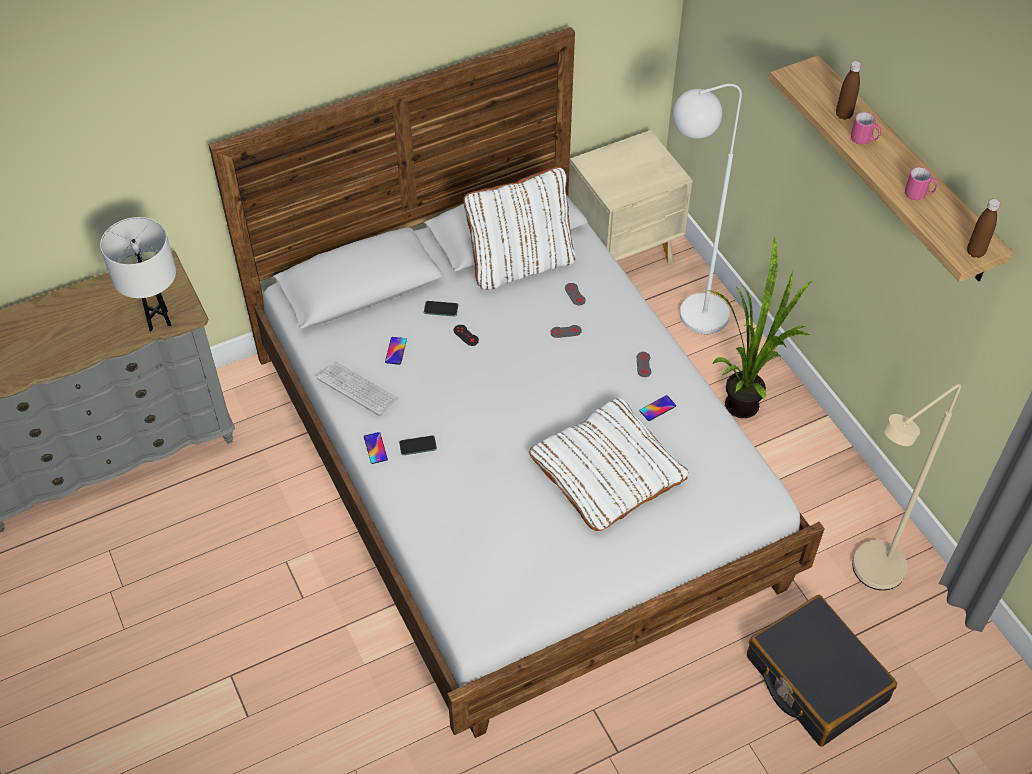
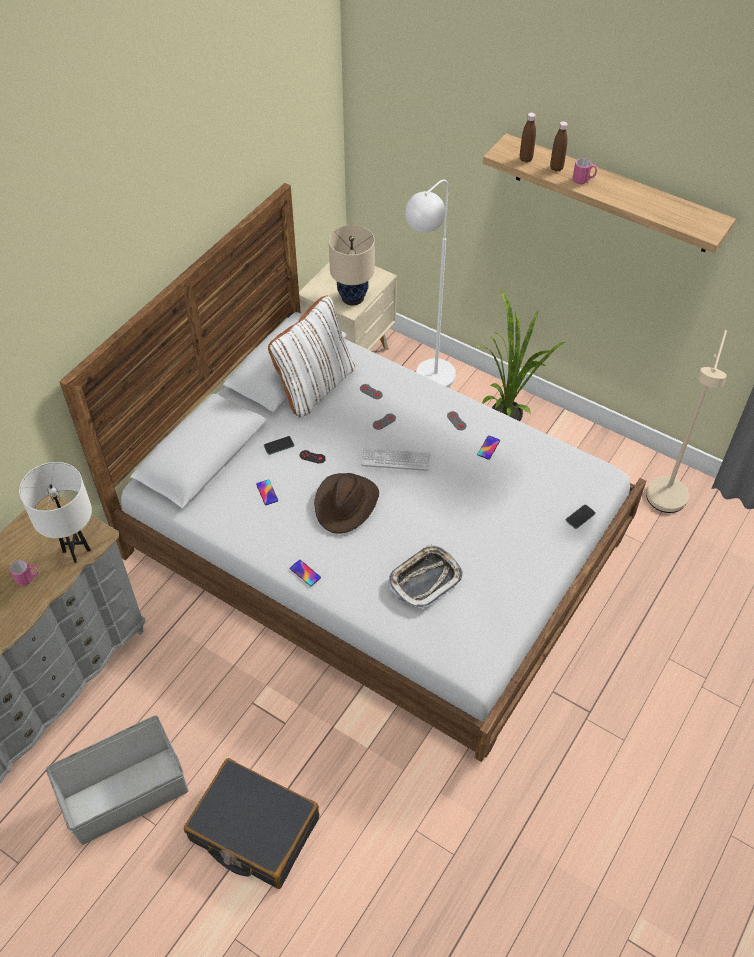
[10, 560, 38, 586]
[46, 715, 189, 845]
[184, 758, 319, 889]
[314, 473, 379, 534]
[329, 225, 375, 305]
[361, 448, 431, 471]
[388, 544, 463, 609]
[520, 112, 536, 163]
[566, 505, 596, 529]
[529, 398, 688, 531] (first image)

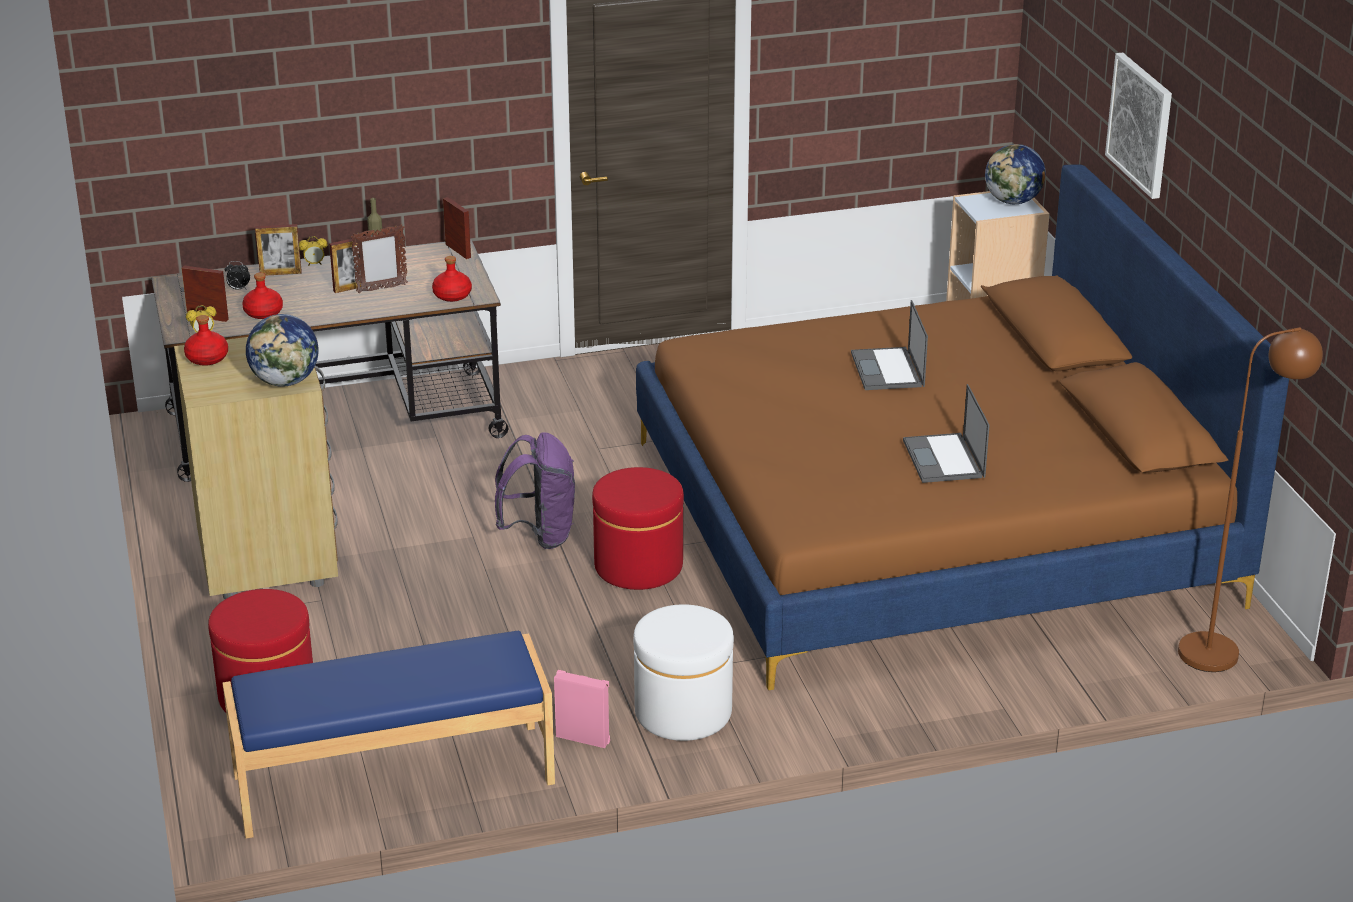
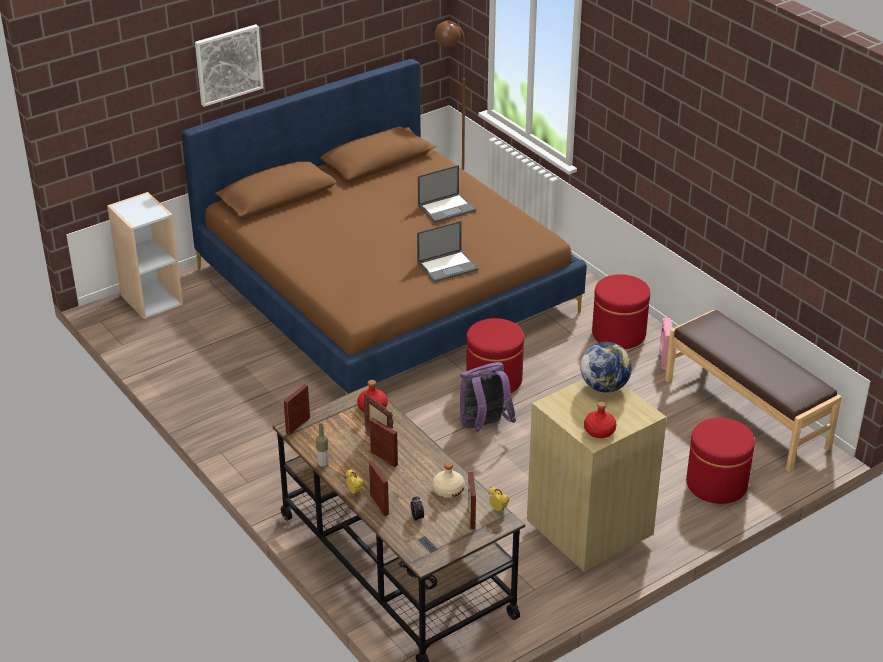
[417, 221, 479, 283]
[432, 462, 465, 498]
[592, 274, 650, 349]
[665, 310, 842, 472]
[985, 144, 1046, 204] (first image)

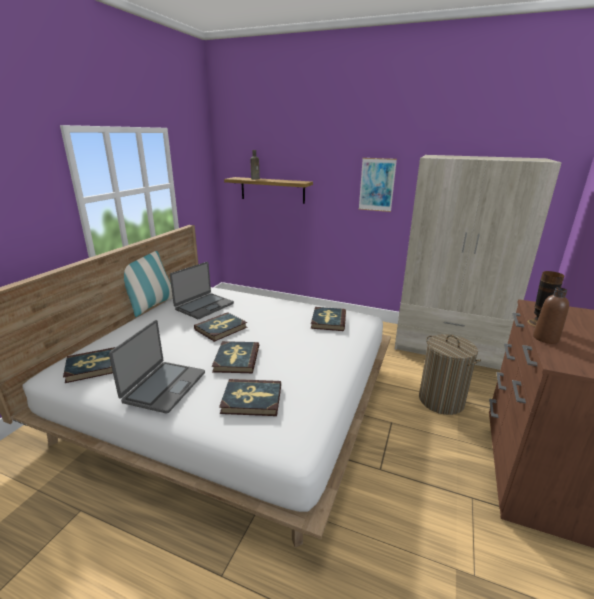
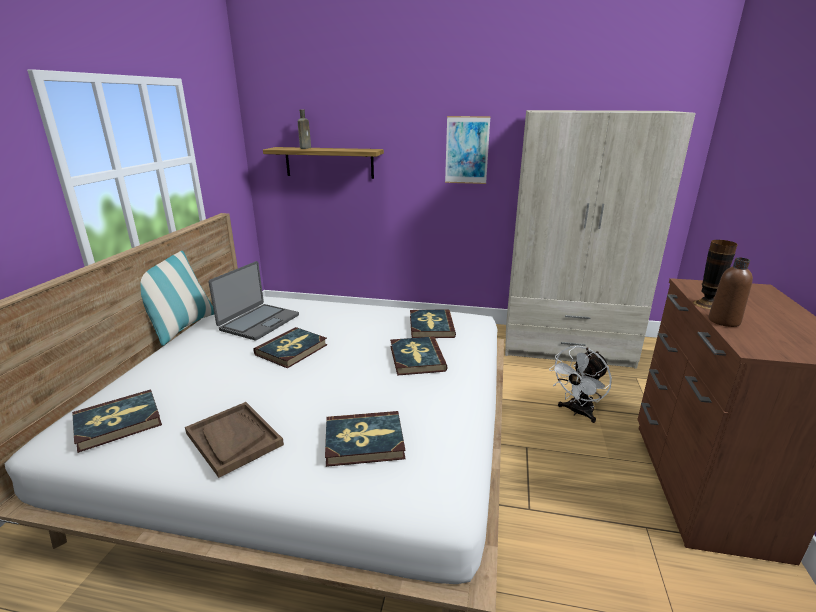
[185, 402, 284, 478]
[390, 337, 448, 376]
[549, 346, 612, 423]

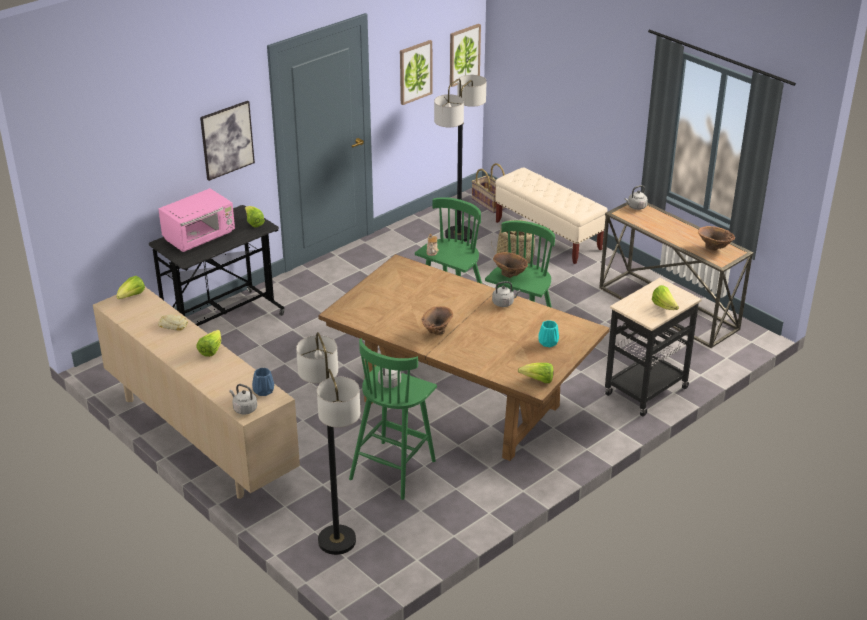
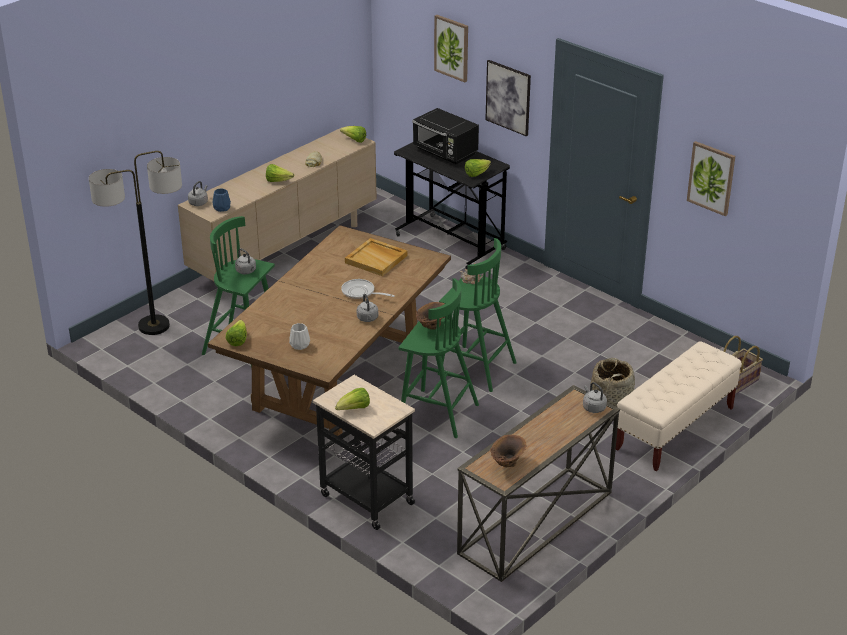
[289, 323, 310, 350]
[341, 279, 395, 299]
[345, 238, 407, 276]
[412, 108, 479, 164]
[434, 15, 468, 82]
[421, 306, 453, 335] (first image)
[434, 75, 486, 242] (first image)

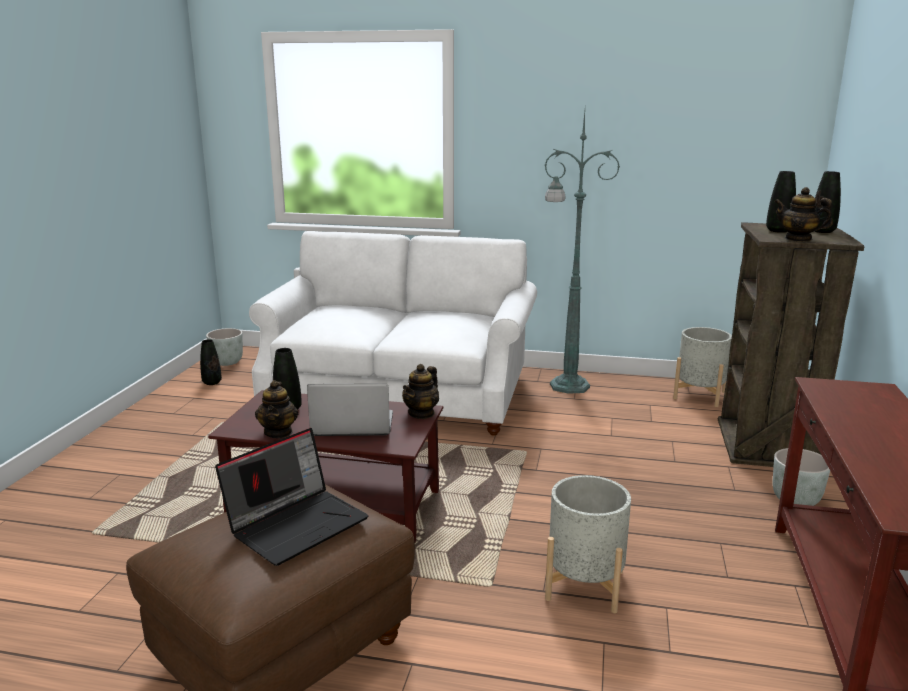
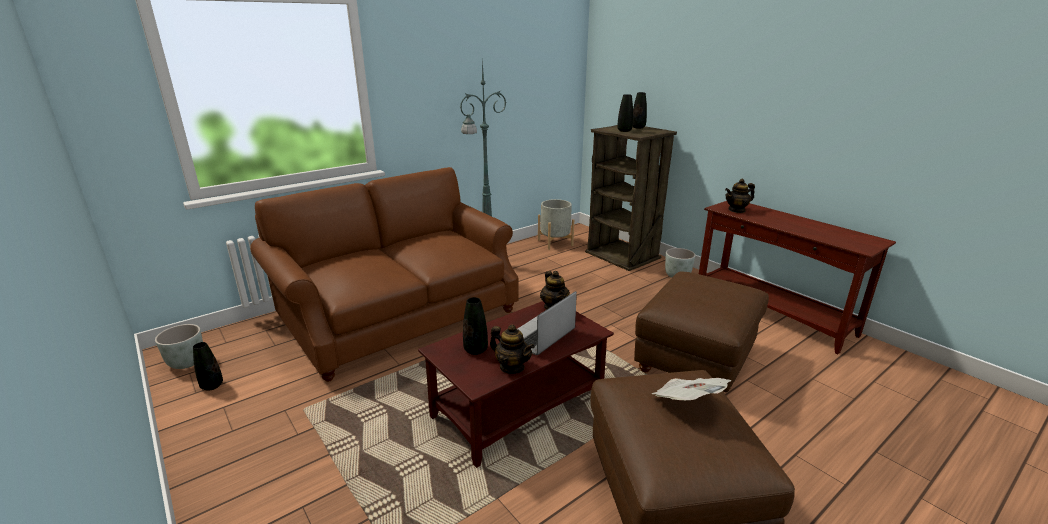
[250, 167, 519, 382]
[634, 271, 769, 392]
[652, 378, 732, 400]
[725, 178, 755, 213]

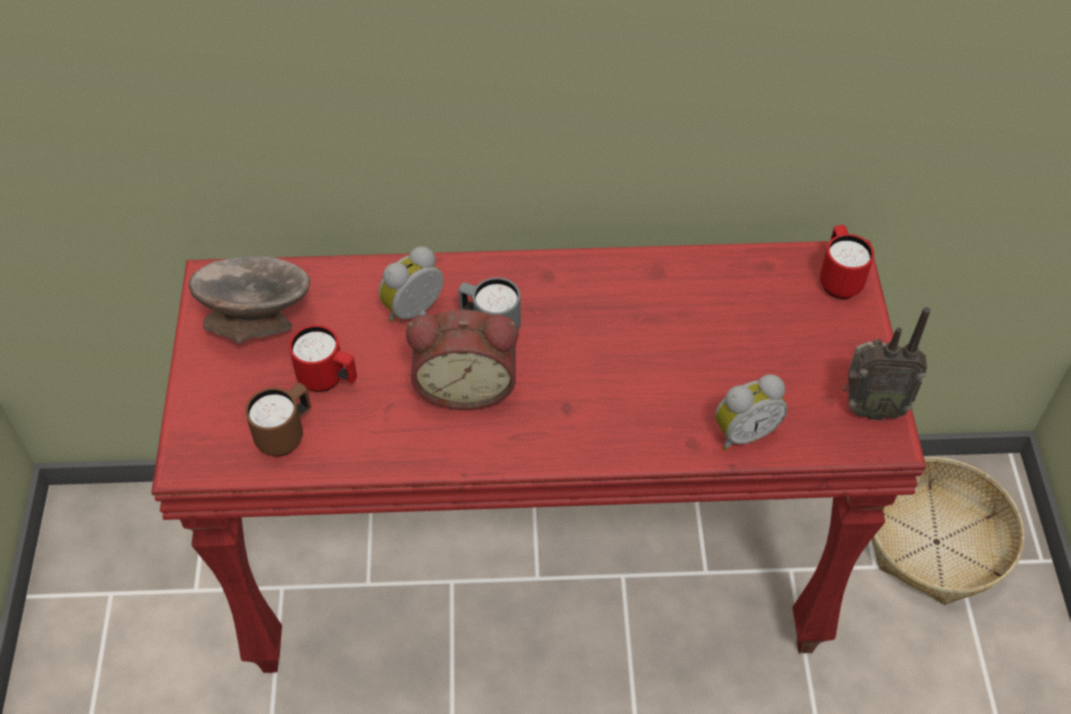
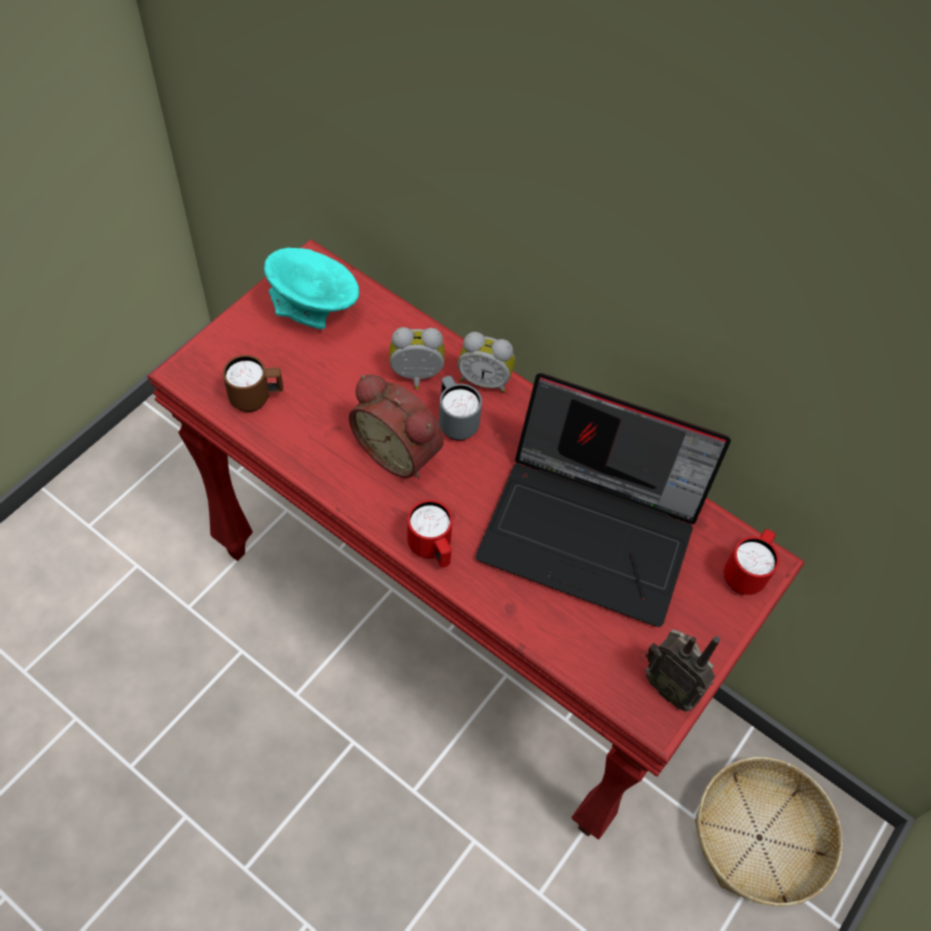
[264, 247, 359, 329]
[407, 500, 453, 568]
[457, 332, 515, 393]
[476, 373, 731, 627]

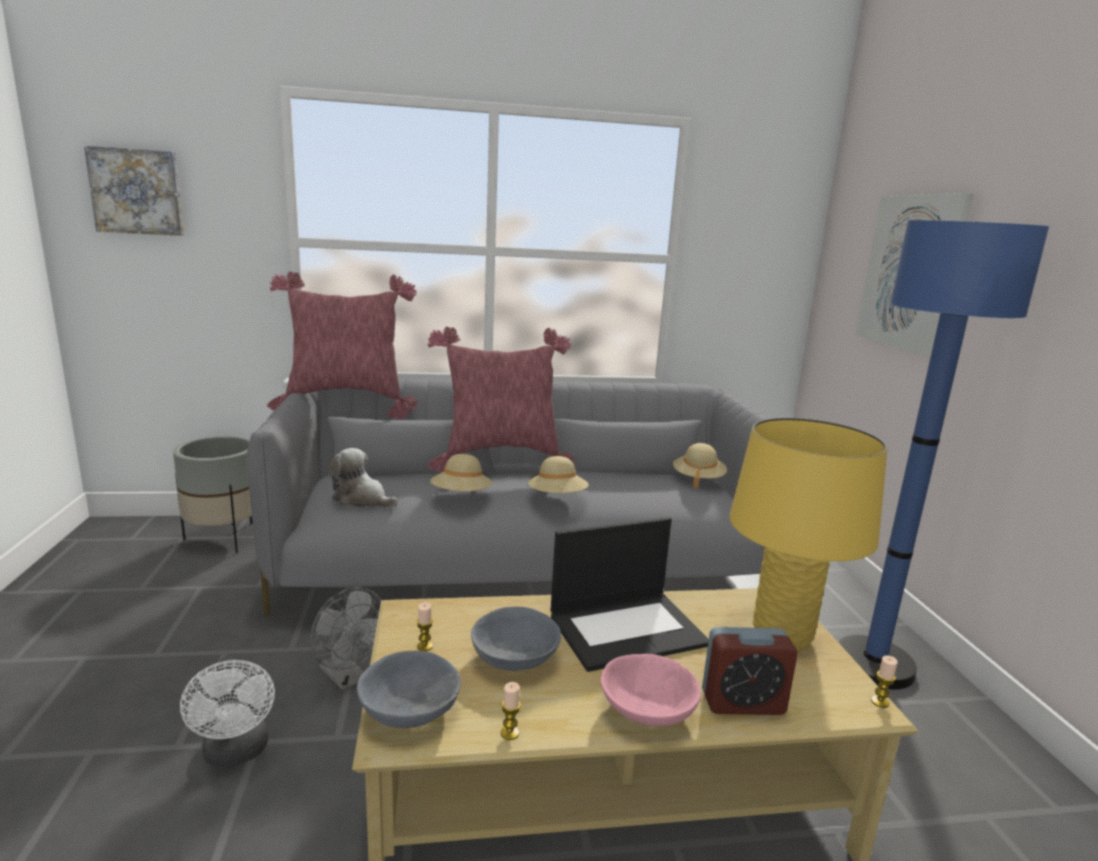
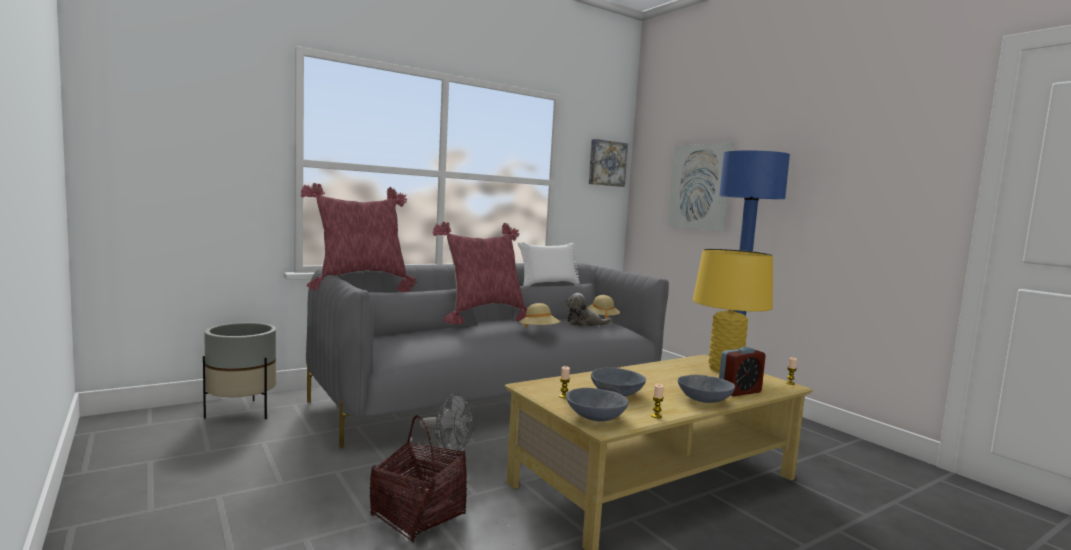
[370, 415, 467, 542]
[518, 242, 580, 286]
[566, 293, 612, 326]
[589, 139, 628, 187]
[678, 375, 735, 403]
[430, 454, 492, 491] (first image)
[551, 517, 709, 672] (first image)

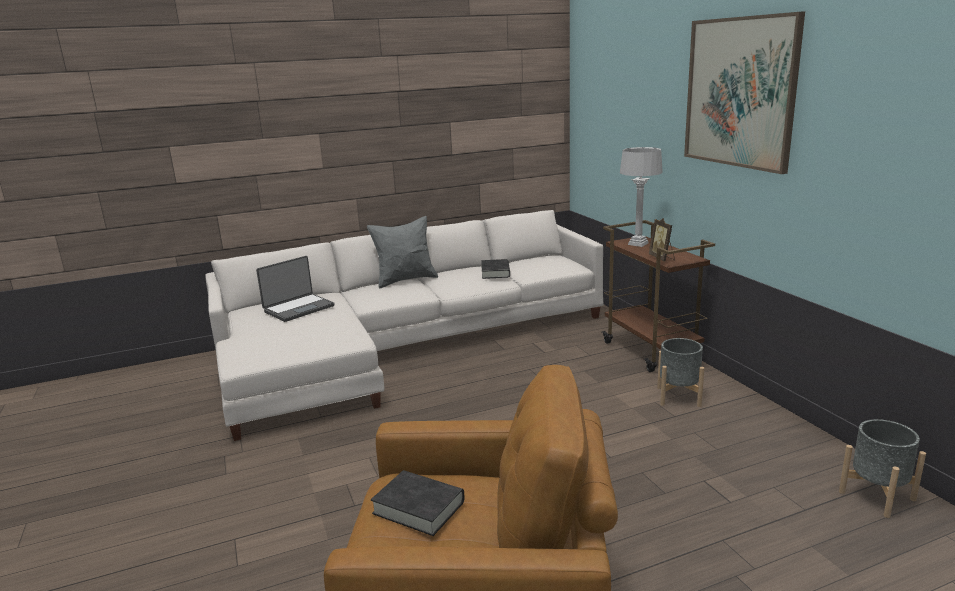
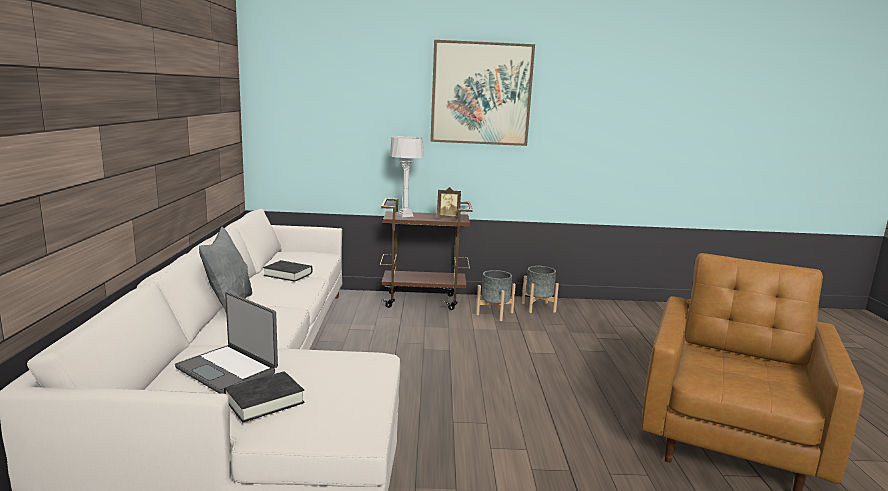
[175, 292, 278, 394]
[224, 371, 304, 422]
[522, 266, 559, 313]

